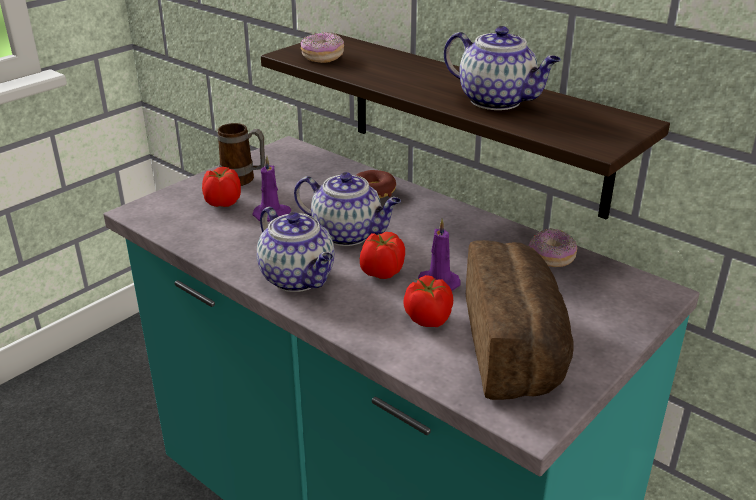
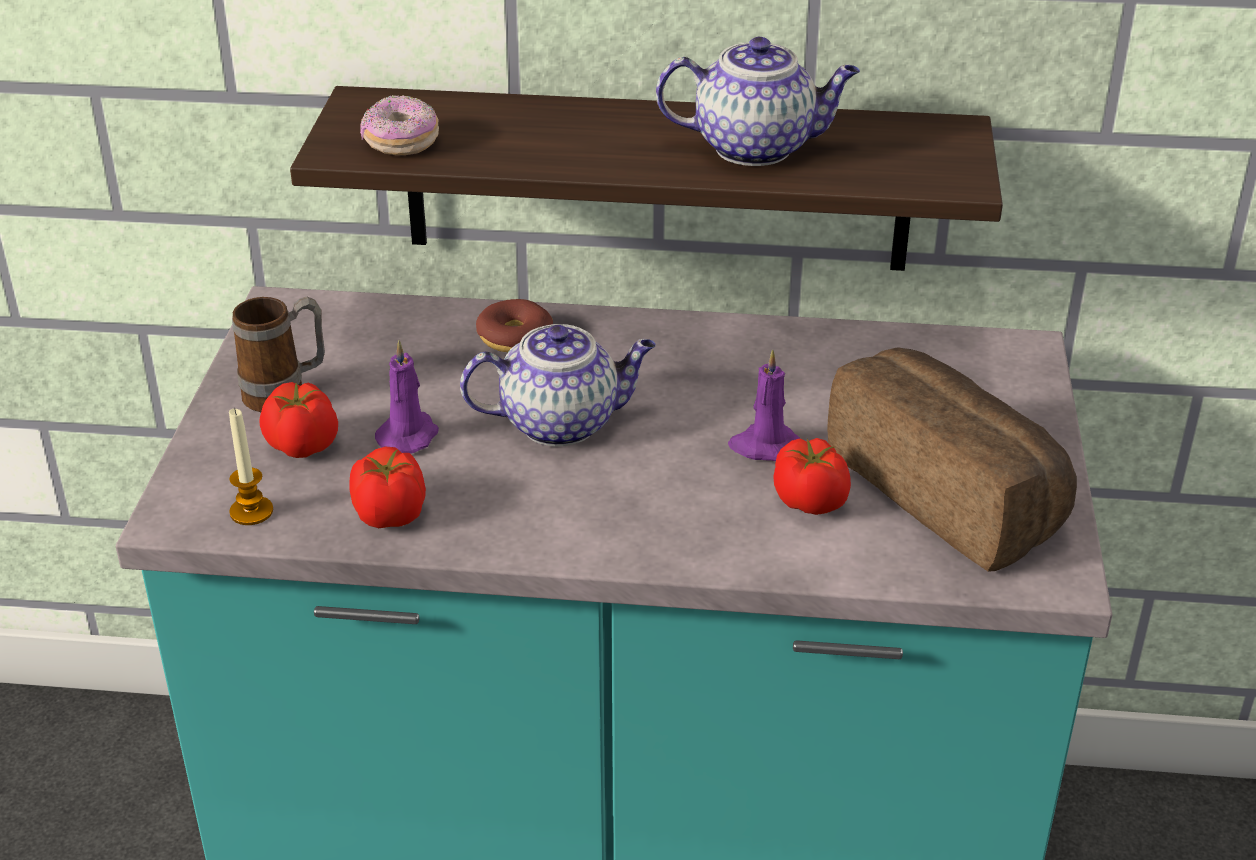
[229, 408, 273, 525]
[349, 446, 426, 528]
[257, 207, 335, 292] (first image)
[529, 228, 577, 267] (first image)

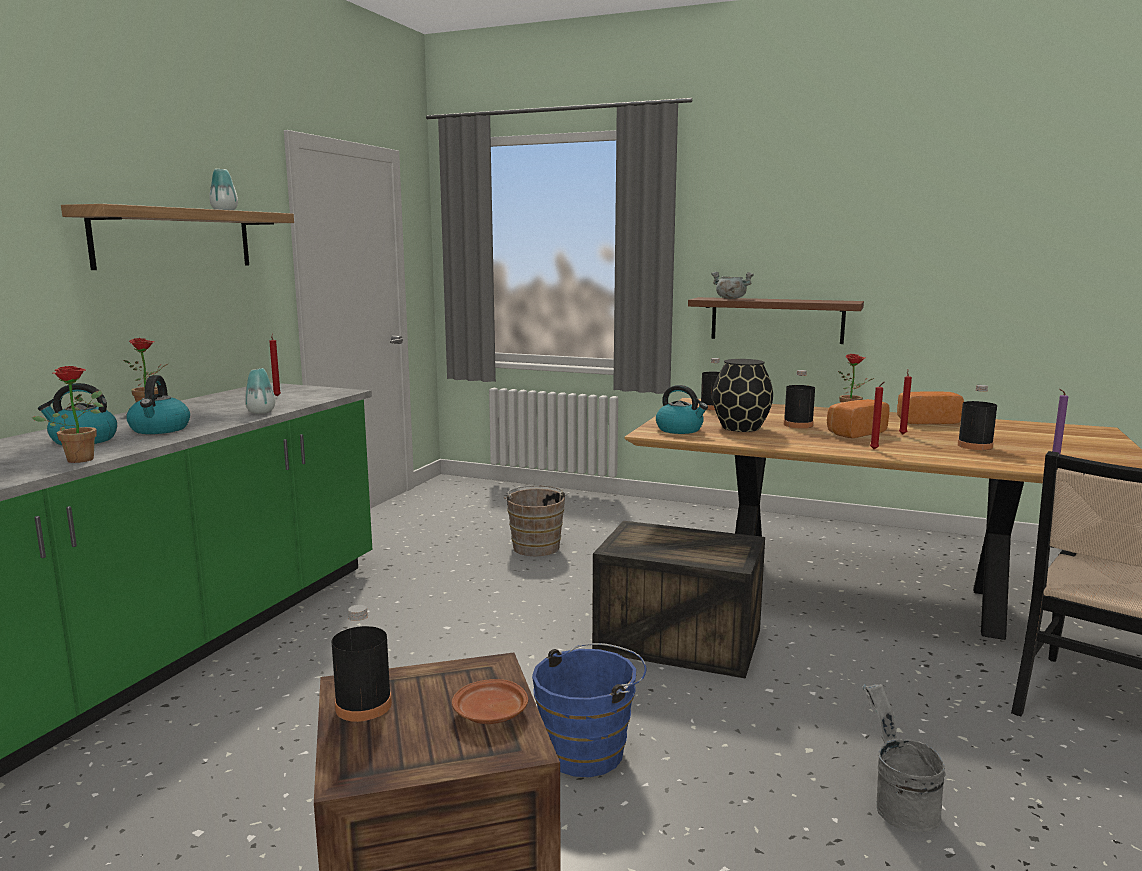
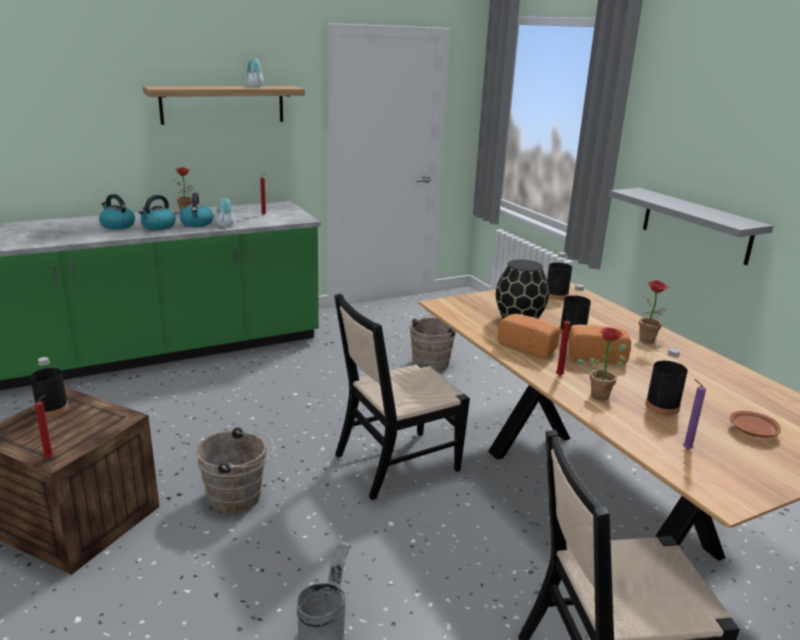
[35, 395, 53, 459]
[180, 193, 213, 227]
[195, 427, 274, 513]
[334, 293, 470, 500]
[498, 314, 560, 359]
[577, 328, 626, 400]
[609, 188, 773, 265]
[730, 411, 781, 438]
[711, 272, 754, 299] (first image)

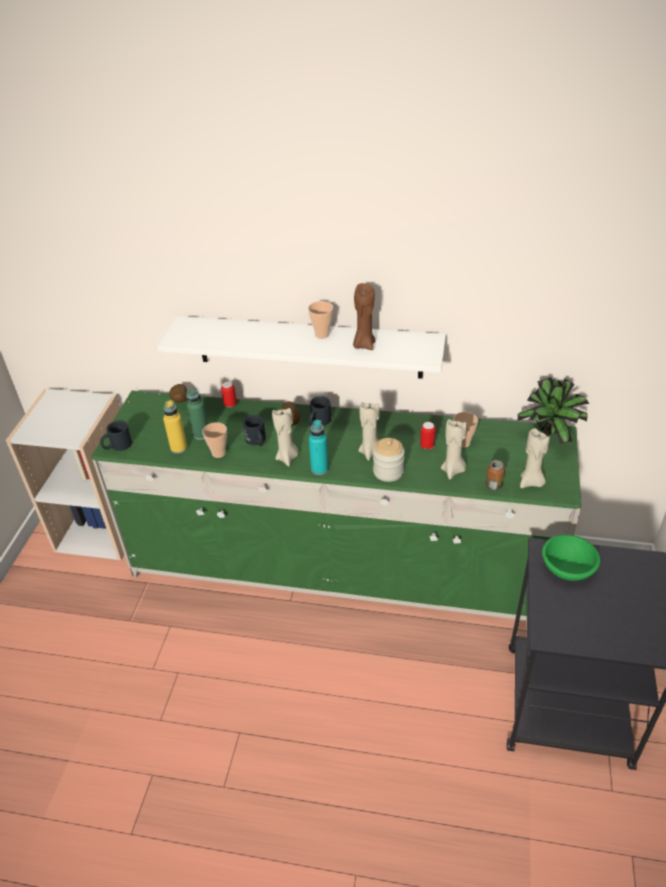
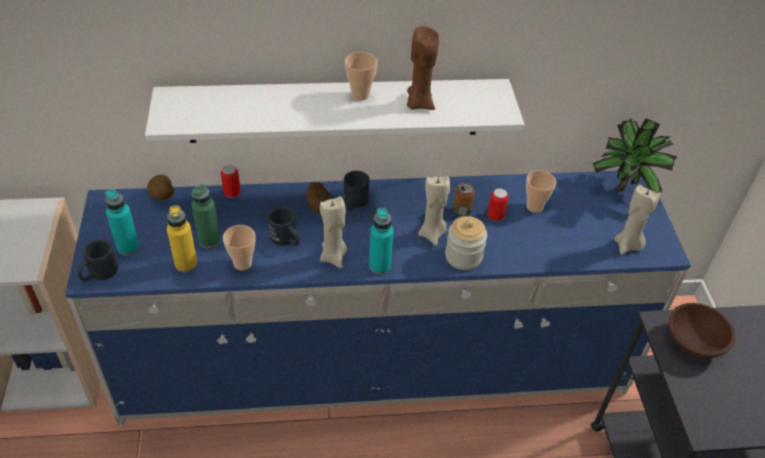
[65, 171, 691, 426]
[105, 189, 140, 255]
[453, 182, 475, 217]
[669, 303, 735, 358]
[441, 419, 467, 479] (first image)

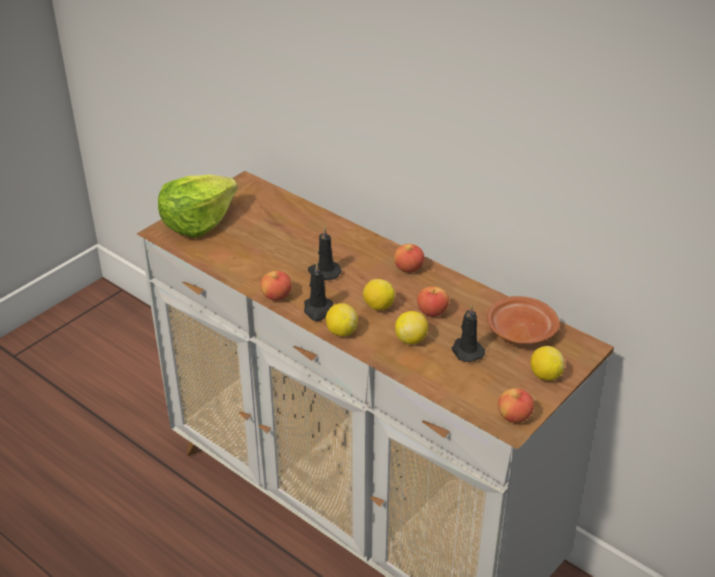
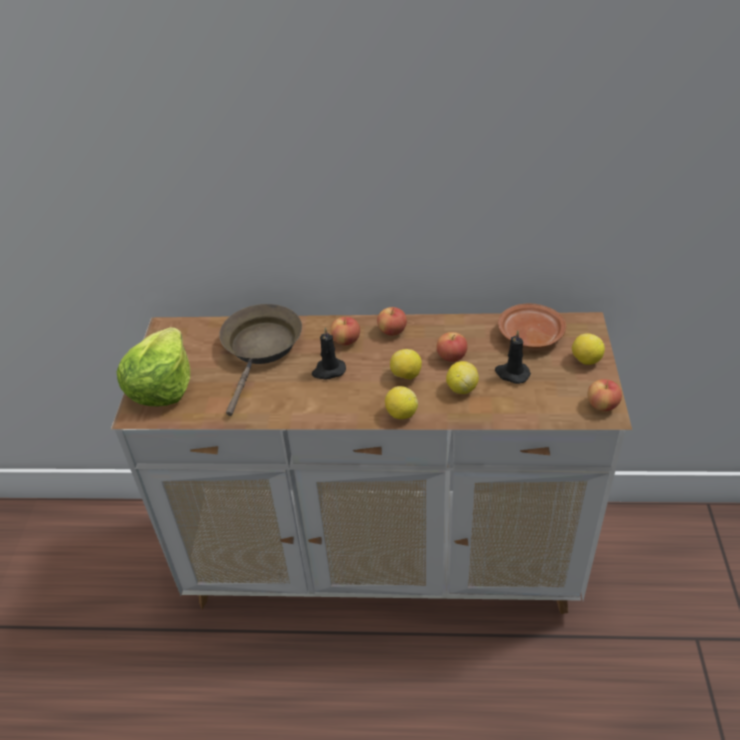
[219, 304, 302, 416]
[330, 317, 360, 345]
[304, 263, 333, 321] (first image)

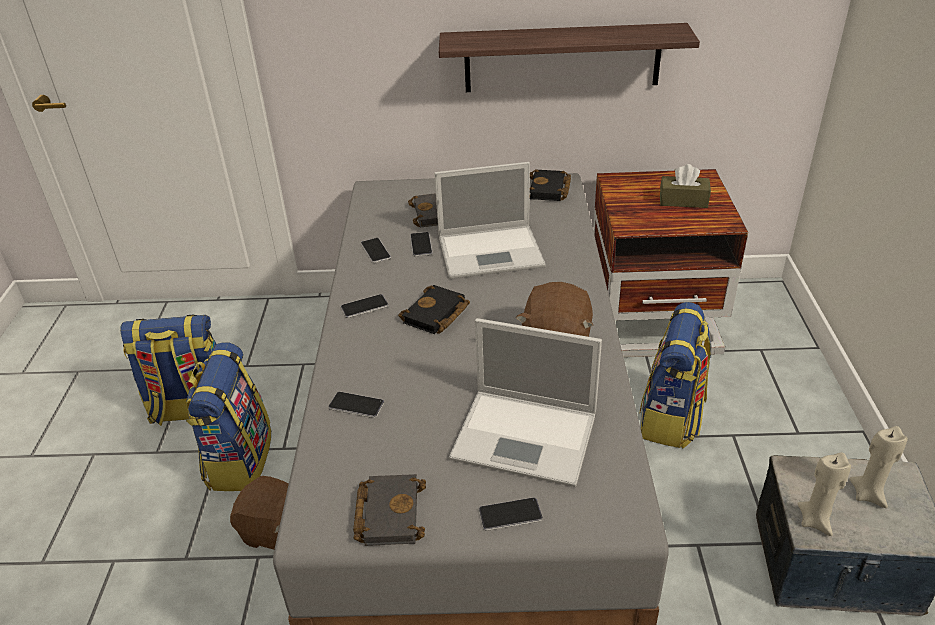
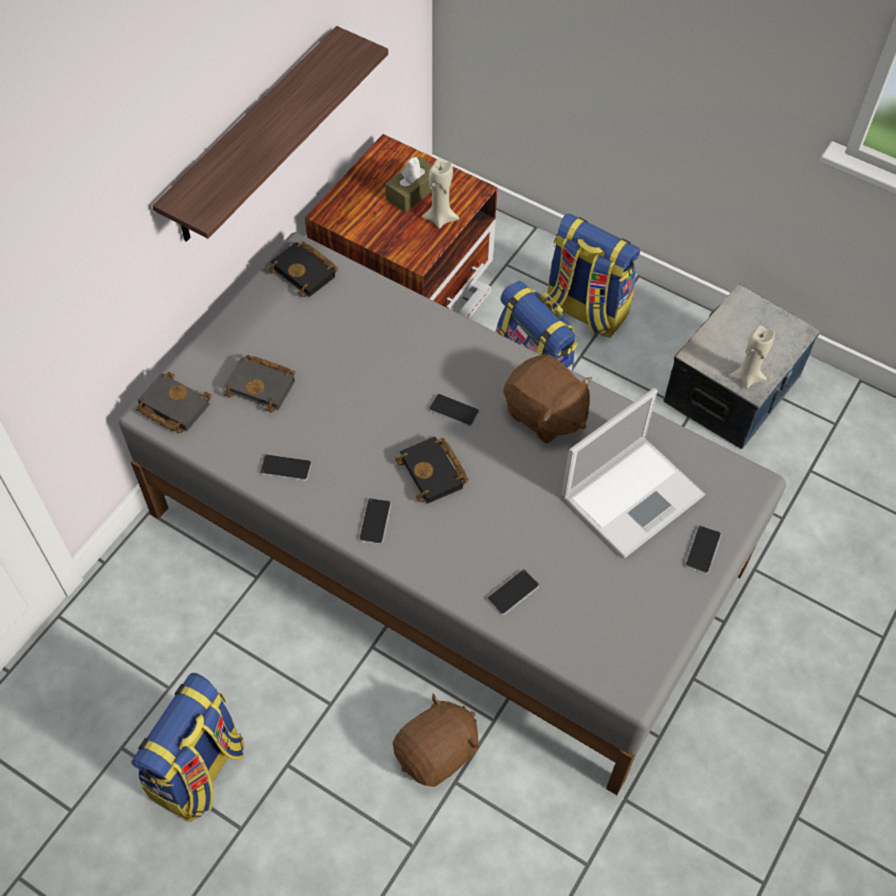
[136, 372, 211, 433]
[422, 158, 459, 229]
[429, 394, 479, 427]
[547, 214, 640, 338]
[434, 162, 546, 279] (first image)

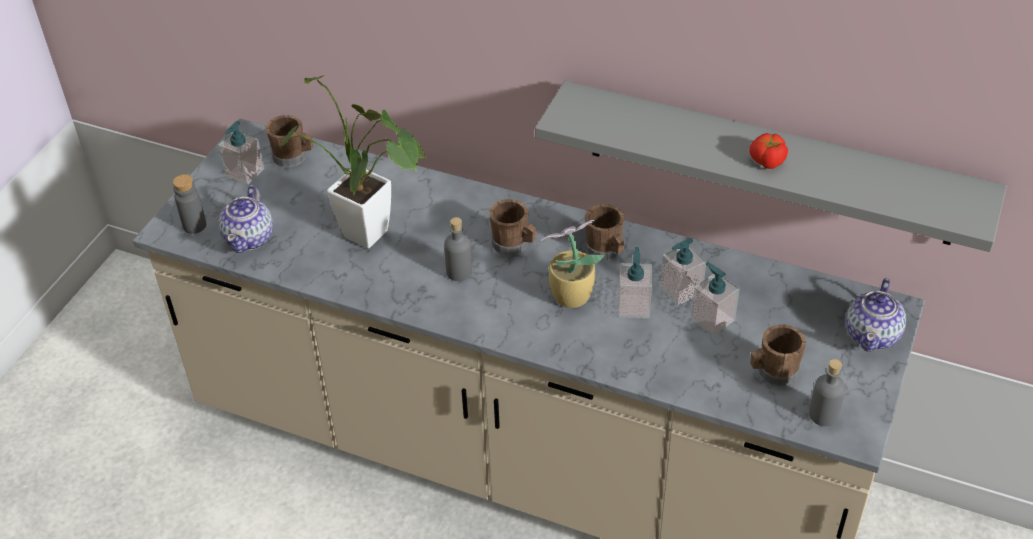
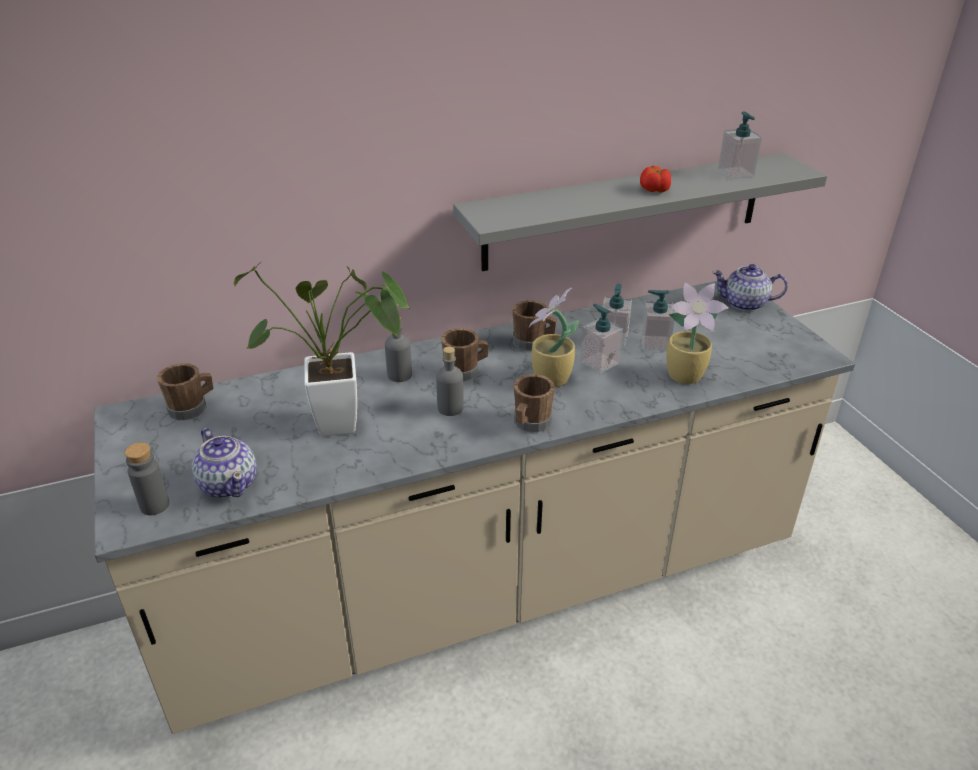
[385, 317, 412, 382]
[514, 374, 555, 432]
[667, 283, 728, 384]
[712, 264, 788, 311]
[718, 112, 762, 179]

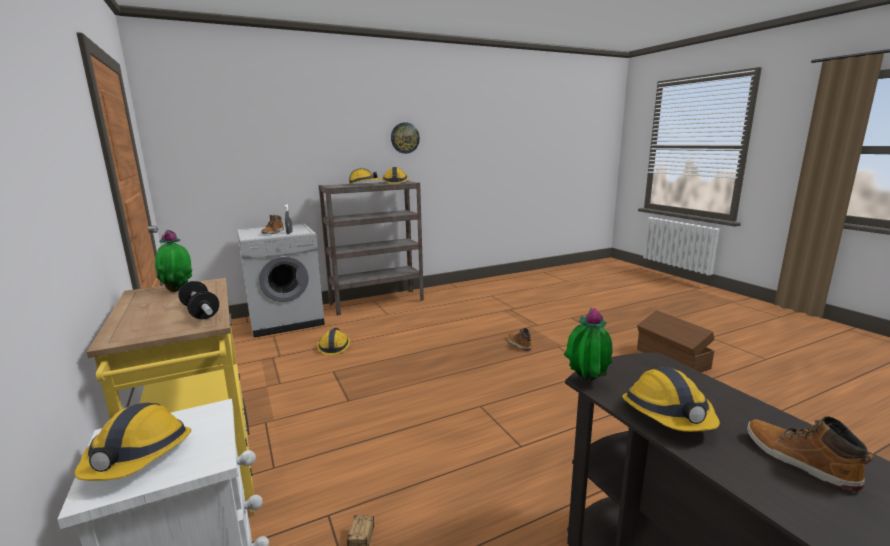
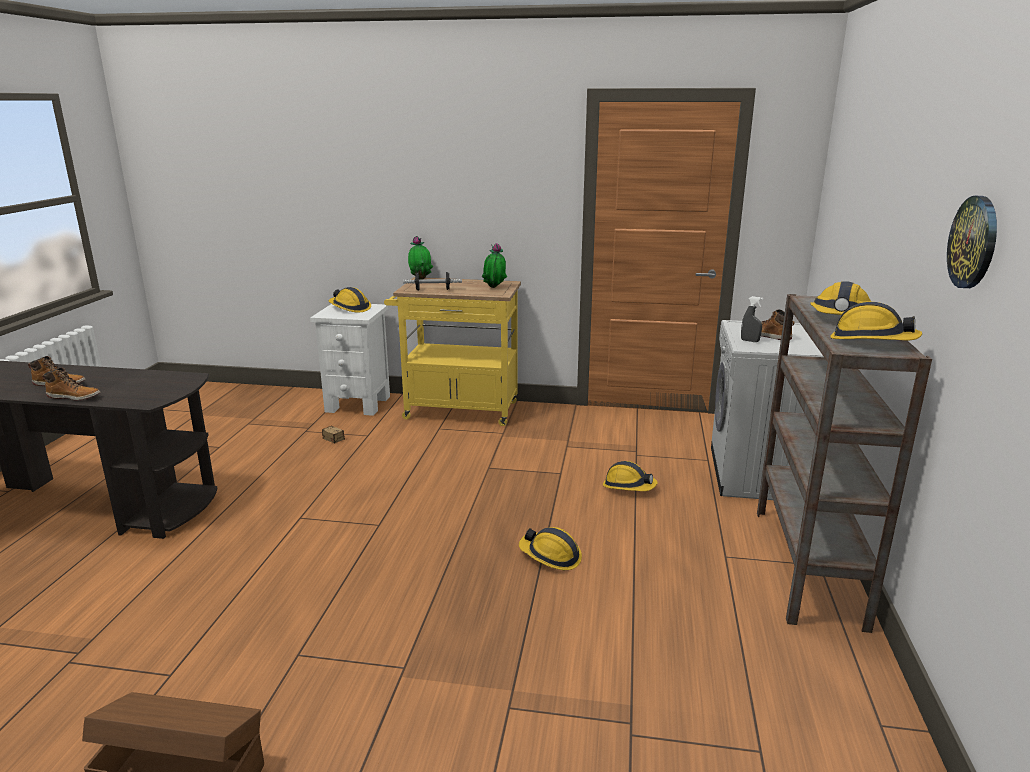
[42, 367, 101, 401]
[408, 236, 433, 279]
[519, 527, 582, 570]

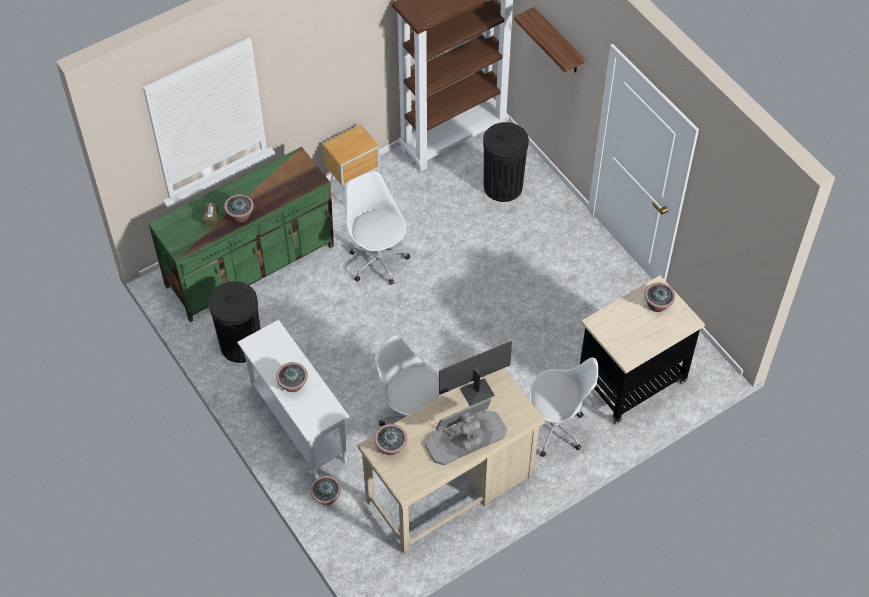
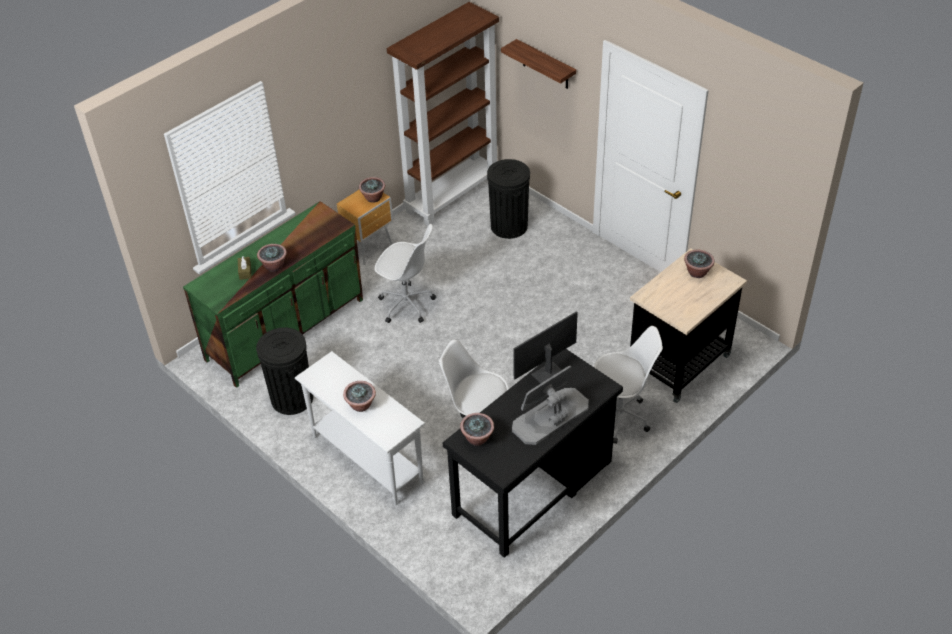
[359, 177, 385, 203]
[374, 224, 436, 323]
[443, 349, 623, 558]

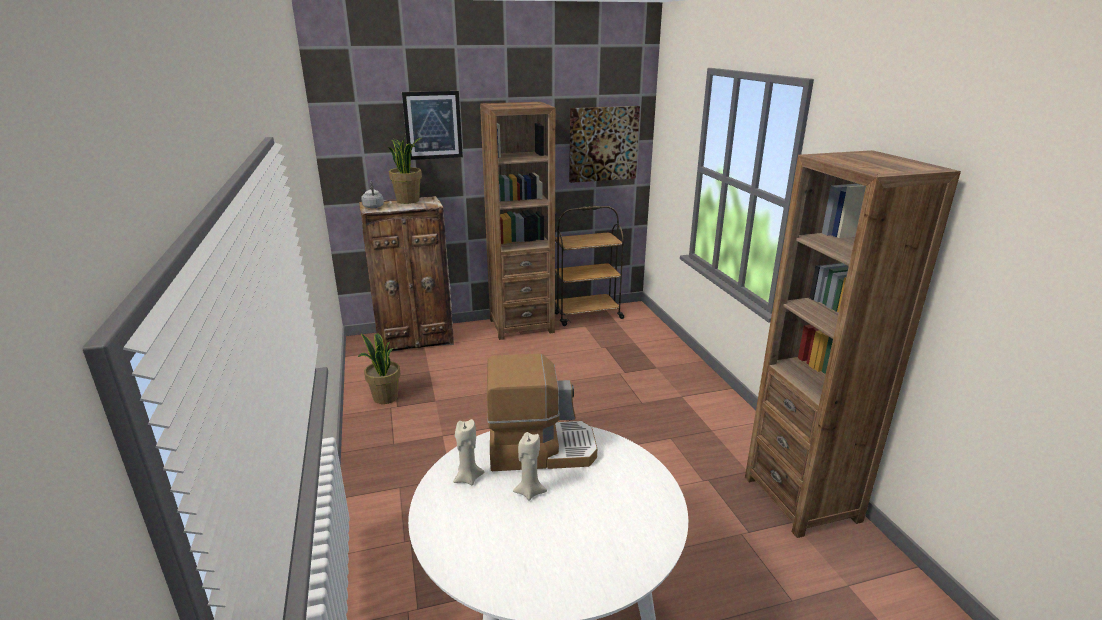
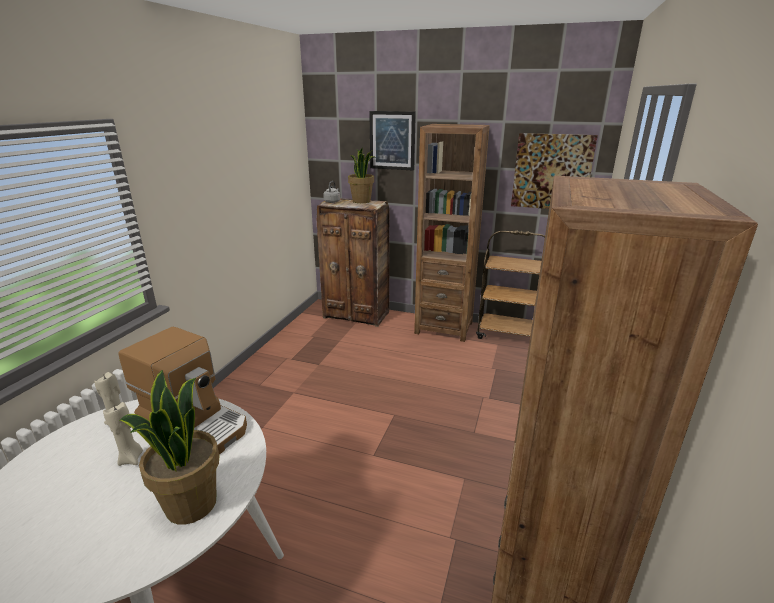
[119, 370, 219, 525]

